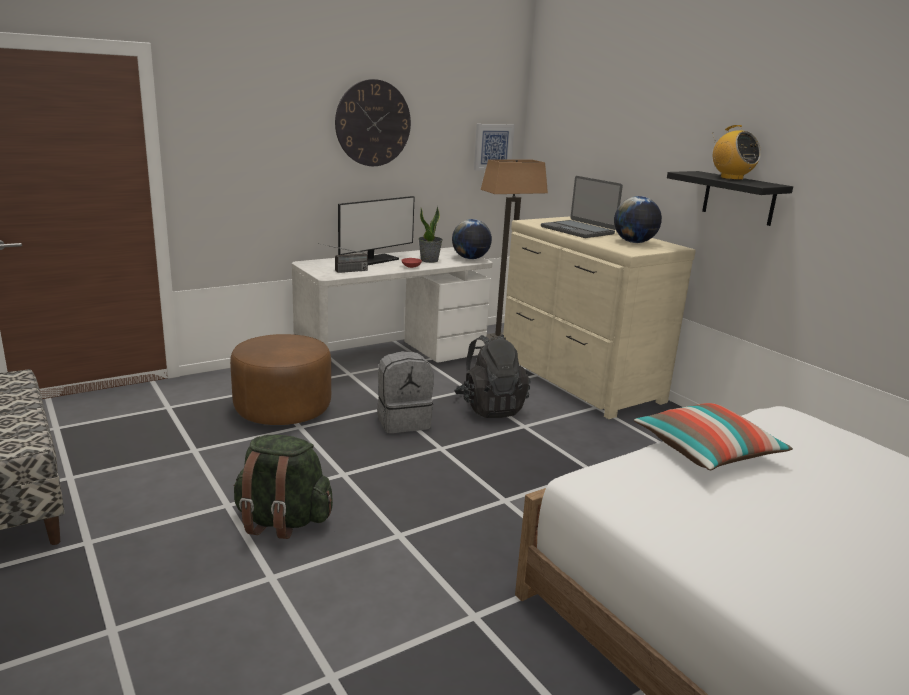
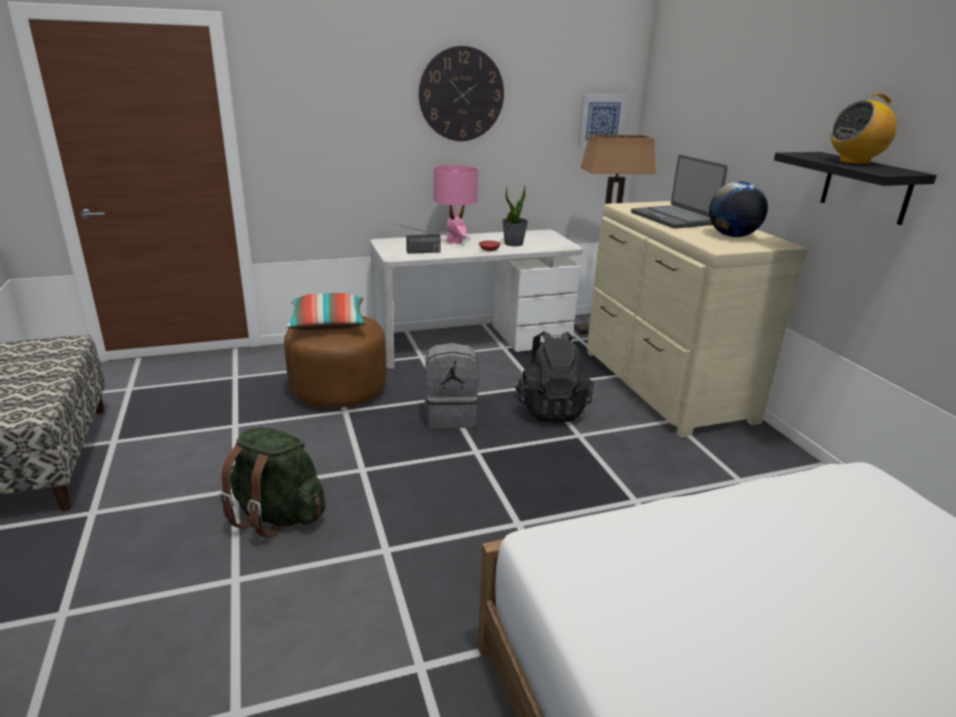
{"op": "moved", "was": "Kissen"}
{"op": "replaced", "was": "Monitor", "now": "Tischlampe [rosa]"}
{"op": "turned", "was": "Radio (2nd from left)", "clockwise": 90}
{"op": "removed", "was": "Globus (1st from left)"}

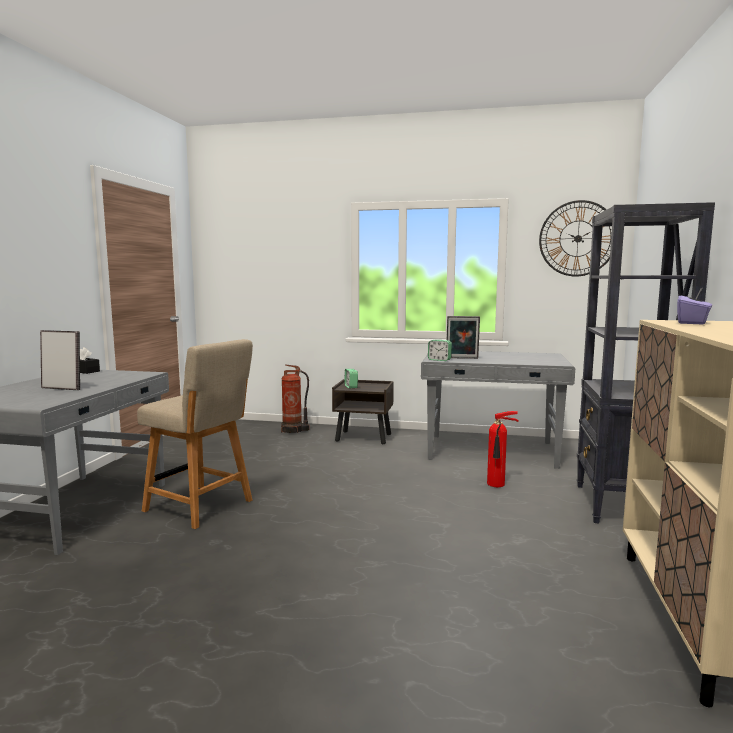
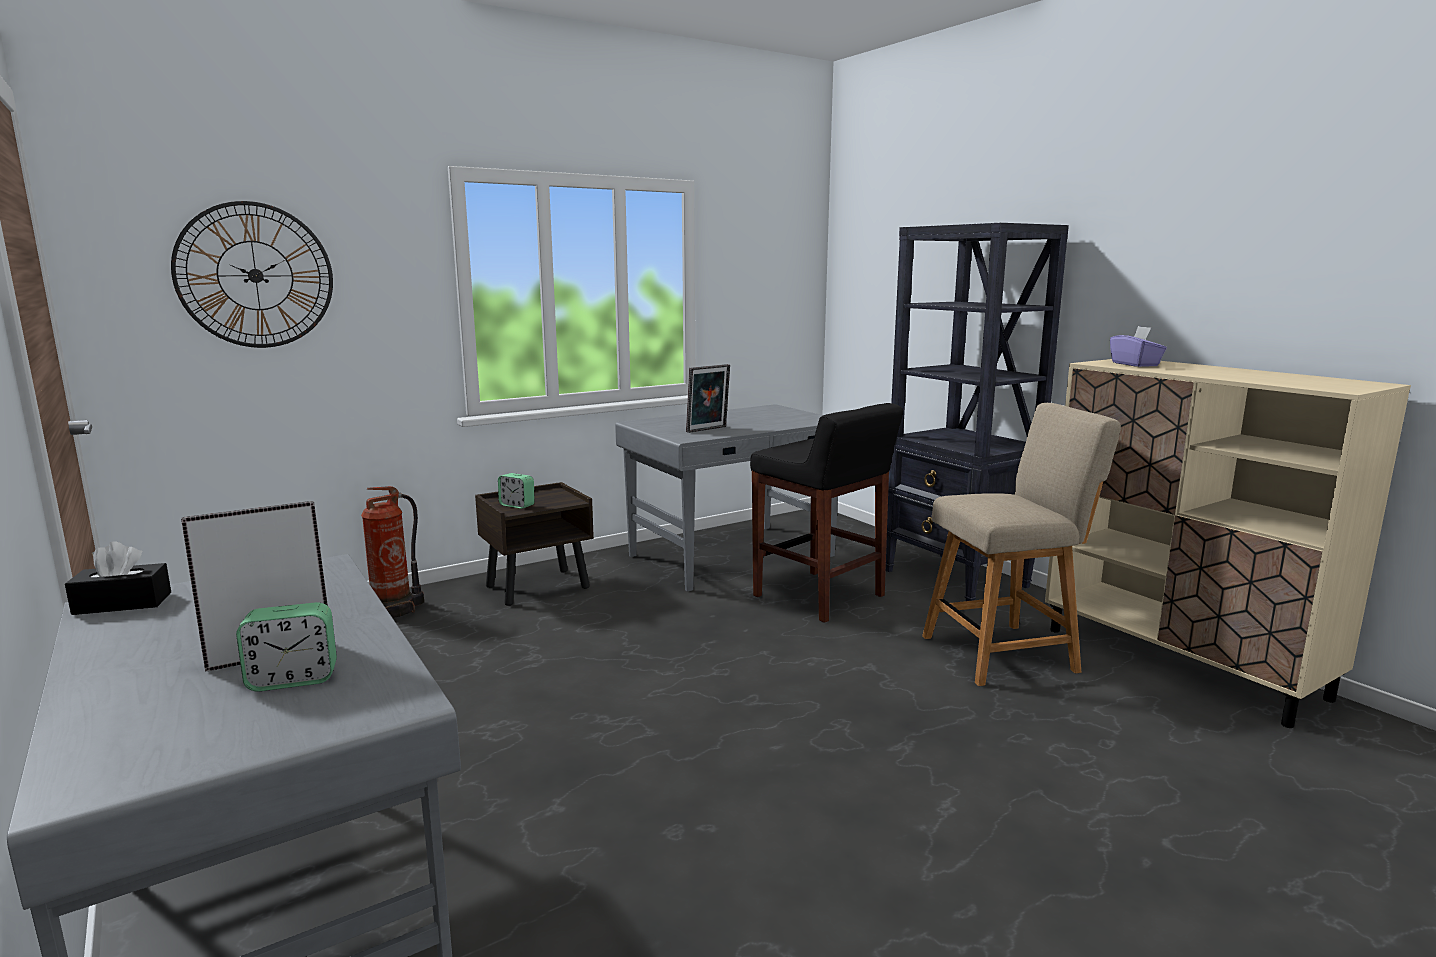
{"op": "moved", "was": "Wanduhr"}
{"op": "moved", "was": "Wecker (2nd from left in the first image)", "now": "Wecker (1st from left)"}
{"op": "replaced", "was": "Feuerlöscher (2nd from left)", "now": "Hocker [schwarz]"}
{"op": "moved", "was": "Stuhl [beige]"}

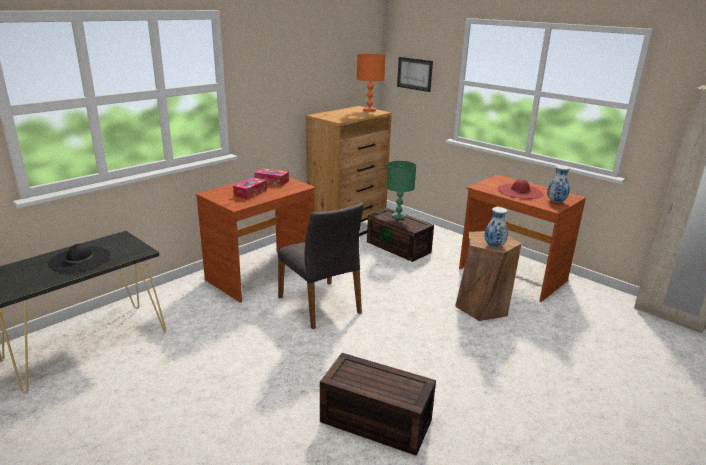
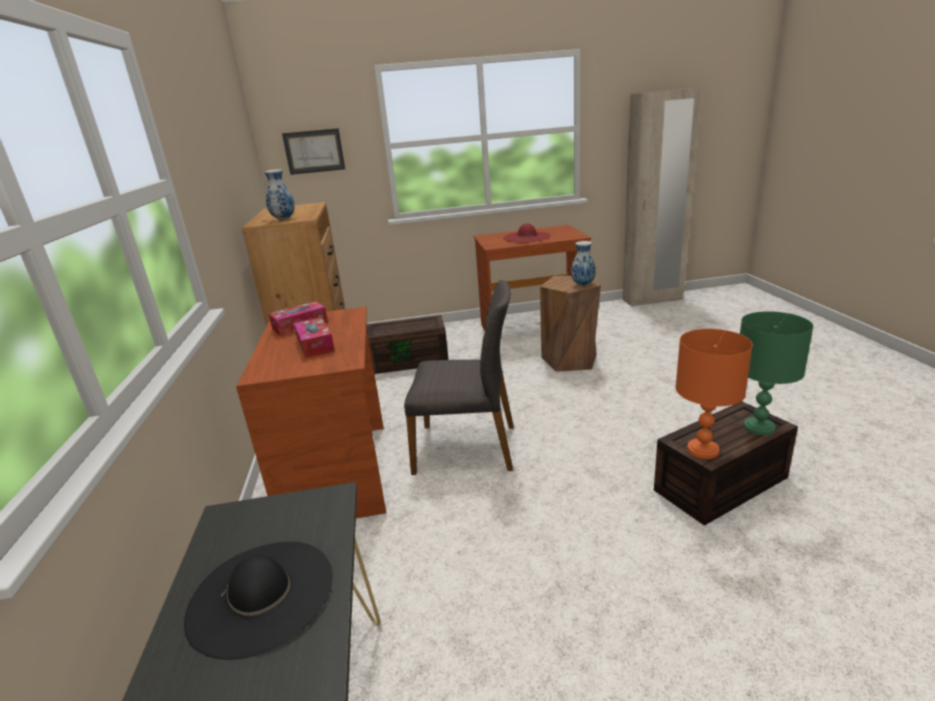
{"op": "moved", "was": "Vase (2nd from left in the first image)", "now": "Vase (1st from left)"}
{"op": "moved", "was": "Tischlampe [orange]"}
{"op": "moved", "was": "Tischlampe [grün]"}

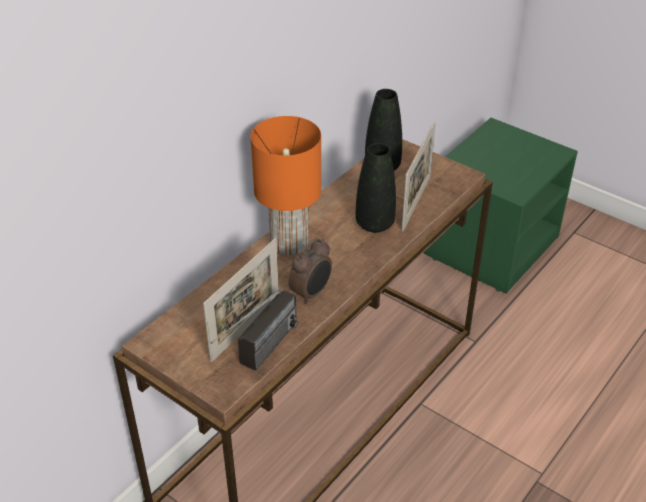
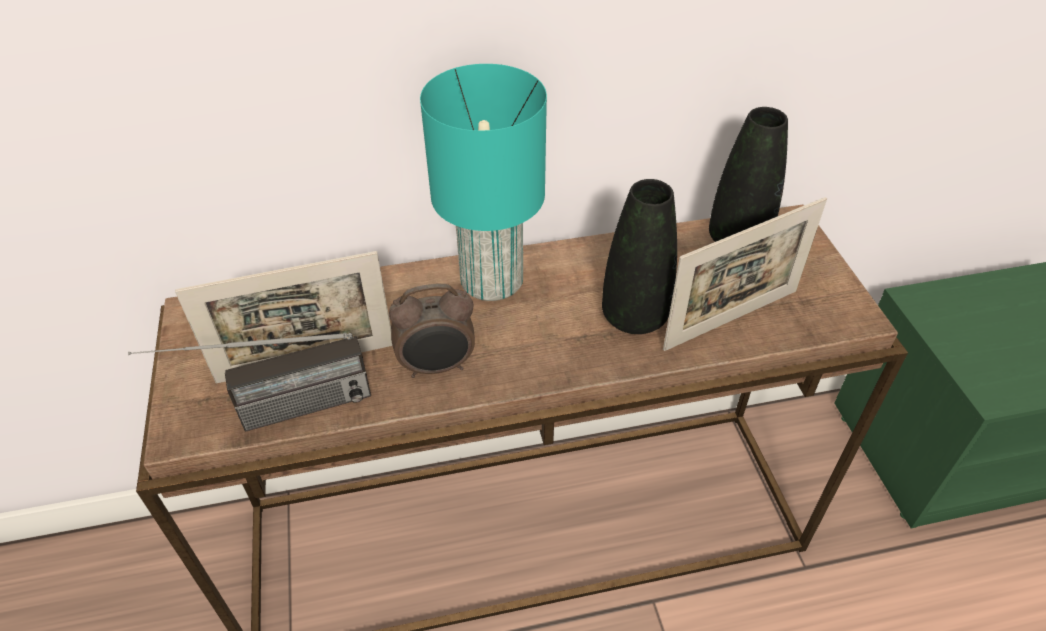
{"op": "recoloured", "was": "Tischlampe [orange]", "now": "Tischlampe [türkis]"}

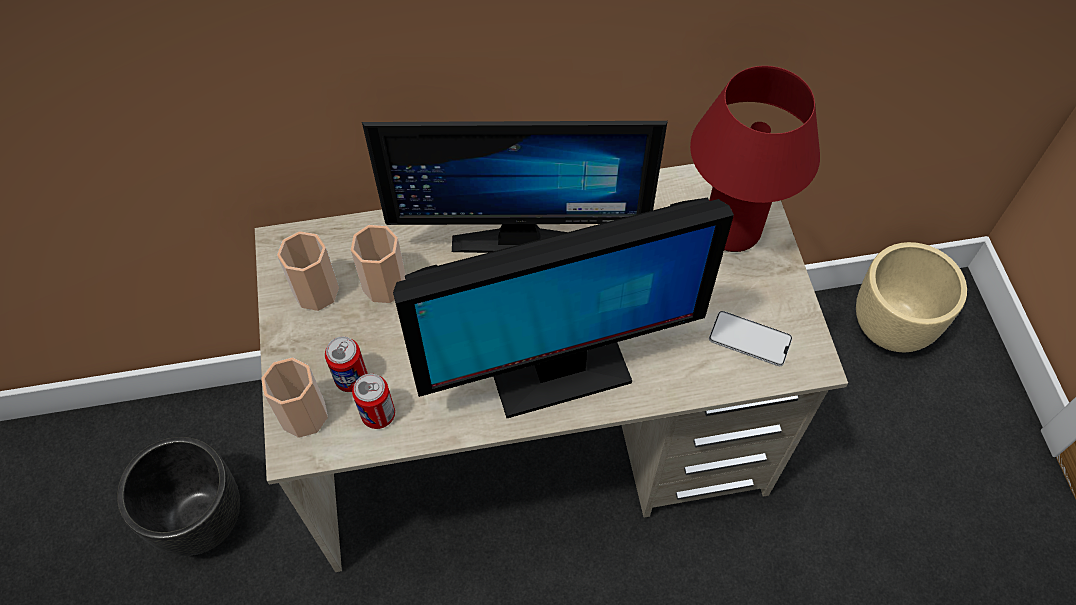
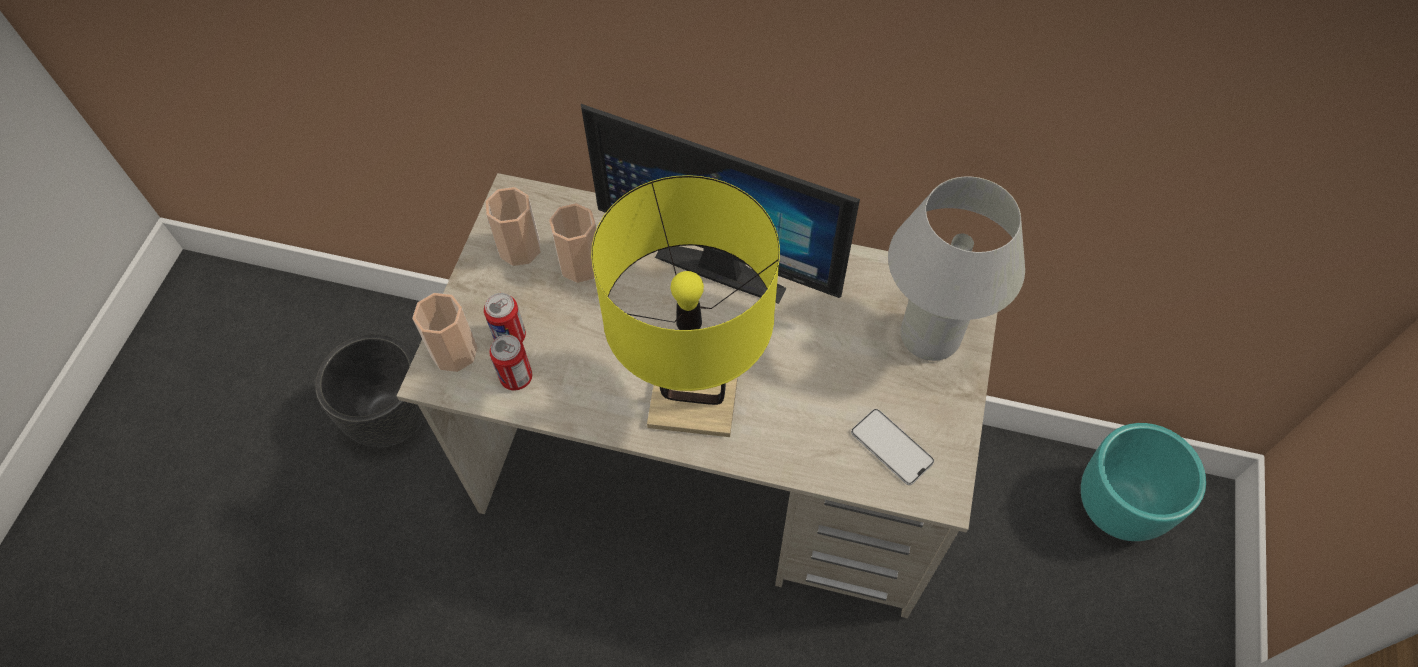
{"op": "replaced", "was": "Monitor (2nd from left)", "now": "Tischlampe [gelb]"}
{"op": "recoloured", "was": "Tischlampe [rot]", "now": "Tischlampe [weiß]"}
{"op": "recoloured", "was": "Pflanzkübel [beige]", "now": "Pflanzkübel [türkis]"}

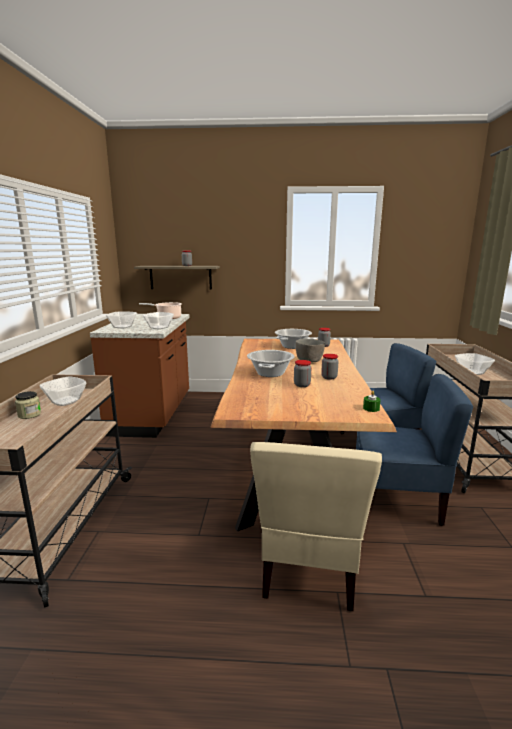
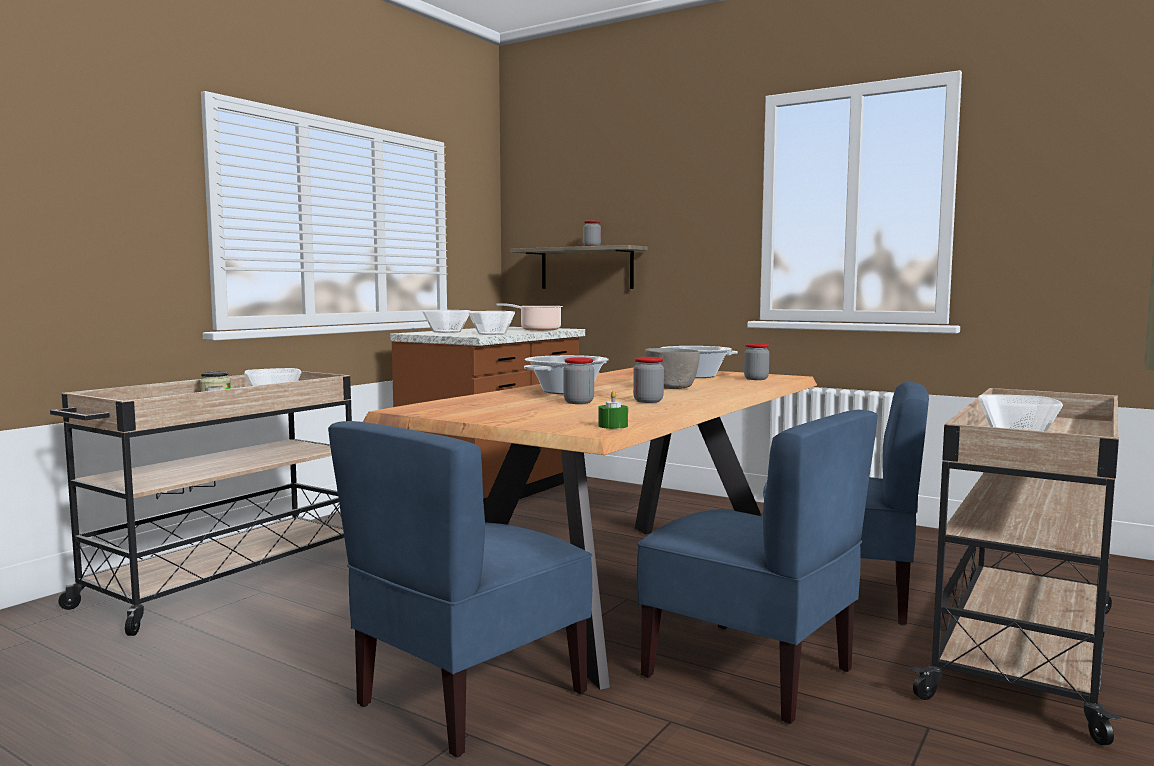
{"op": "recoloured", "was": "Stuhl [beige]", "now": "Stuhl [blau] (1st from left)"}

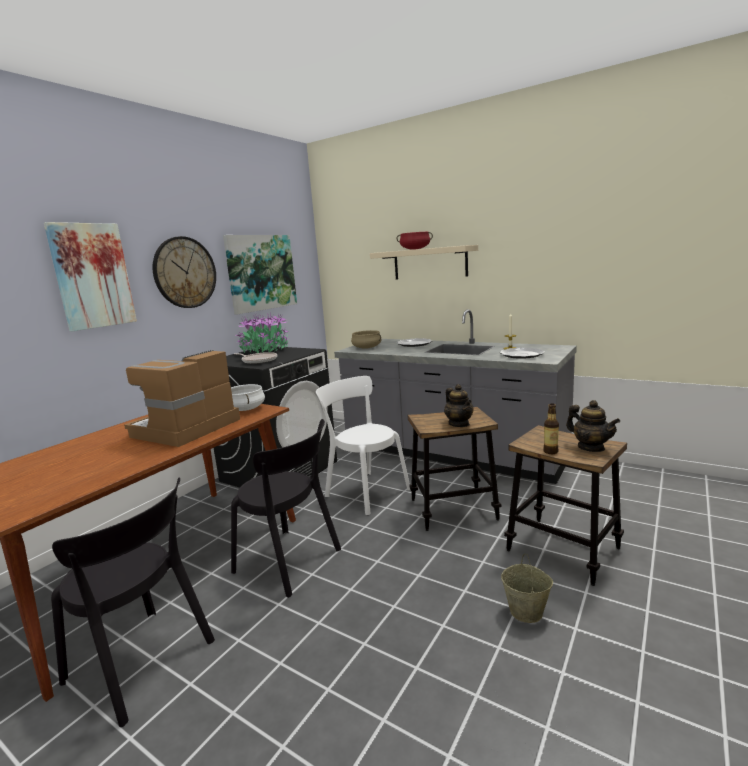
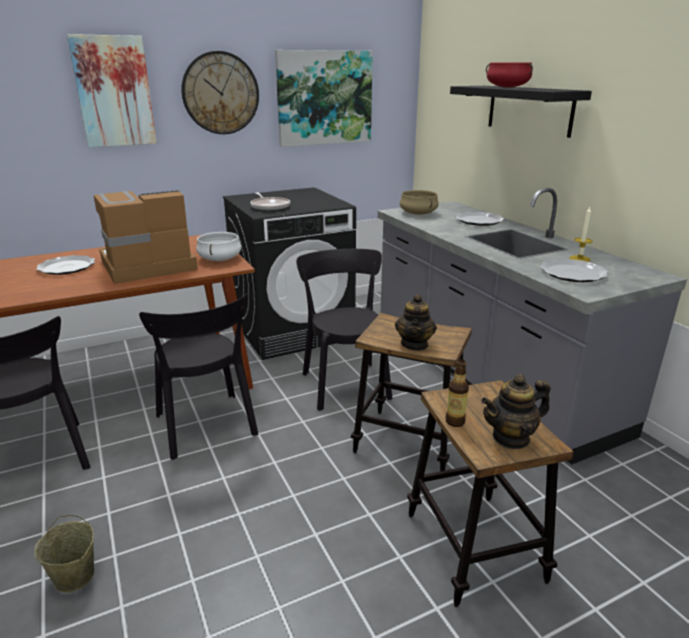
{"op": "moved", "was": "Eimer [beige]"}
{"op": "added", "now": "Teller (1st from left)"}
{"op": "recoloured", "was": "Stuhl [weiß]", "now": "Stuhl [schwarz] (3rd from left)"}
{"op": "recoloured", "was": "Wandregal [beige]", "now": "Wandregal [schwarz]"}
{"op": "turned", "was": "Teekanne (2nd from left)", "clockwise": 75}
{"op": "removed", "was": "Topfpflanze"}

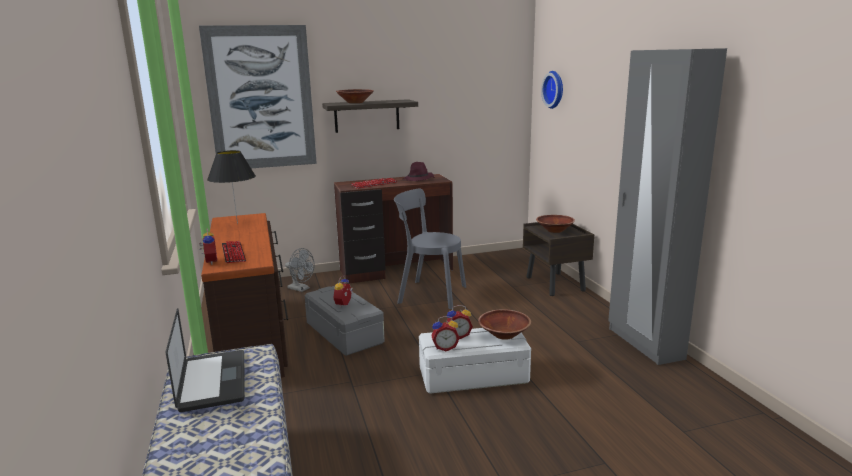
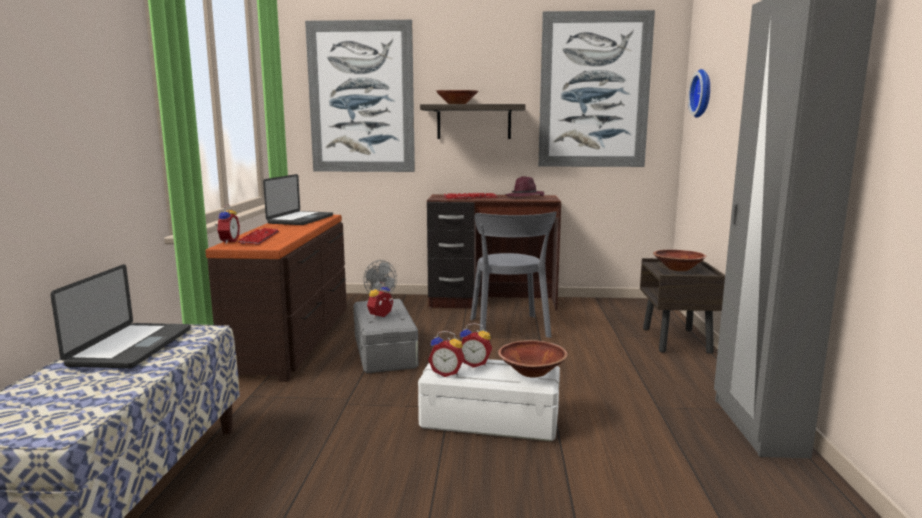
{"op": "replaced", "was": "Tischlampe [schwarz]", "now": "Laptop (2nd from left)"}
{"op": "turned", "was": "Stuhl [grau]", "clockwise": -135}
{"op": "added", "now": "Bild (2nd from left)"}

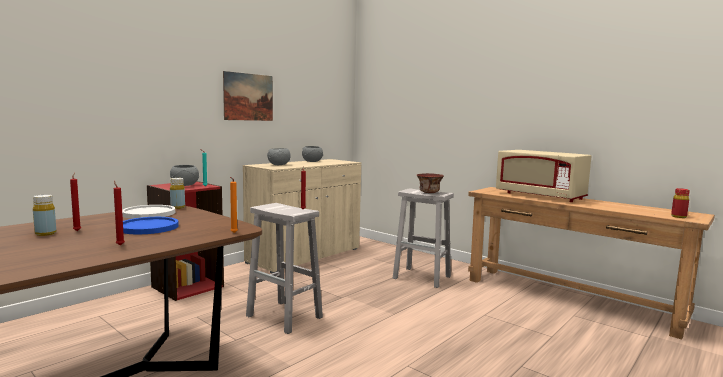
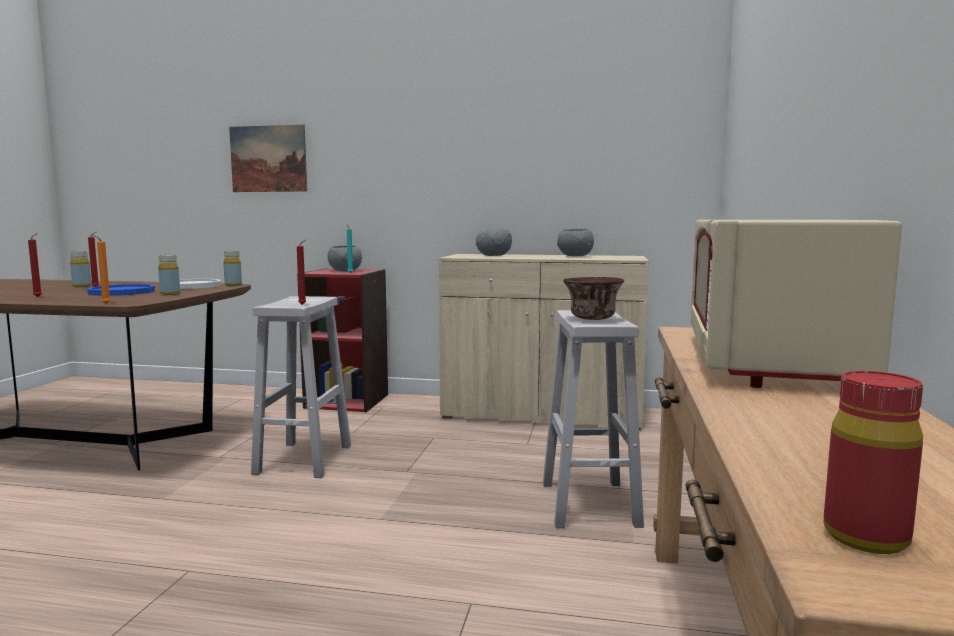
{"op": "added", "now": "Flasche [gelb] (2nd from left)"}
{"op": "moved", "was": "Bild"}

